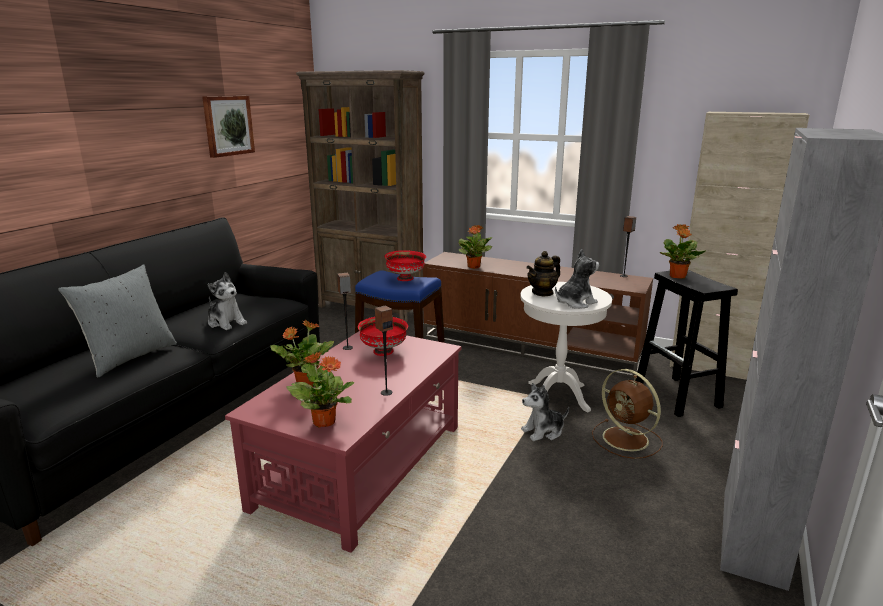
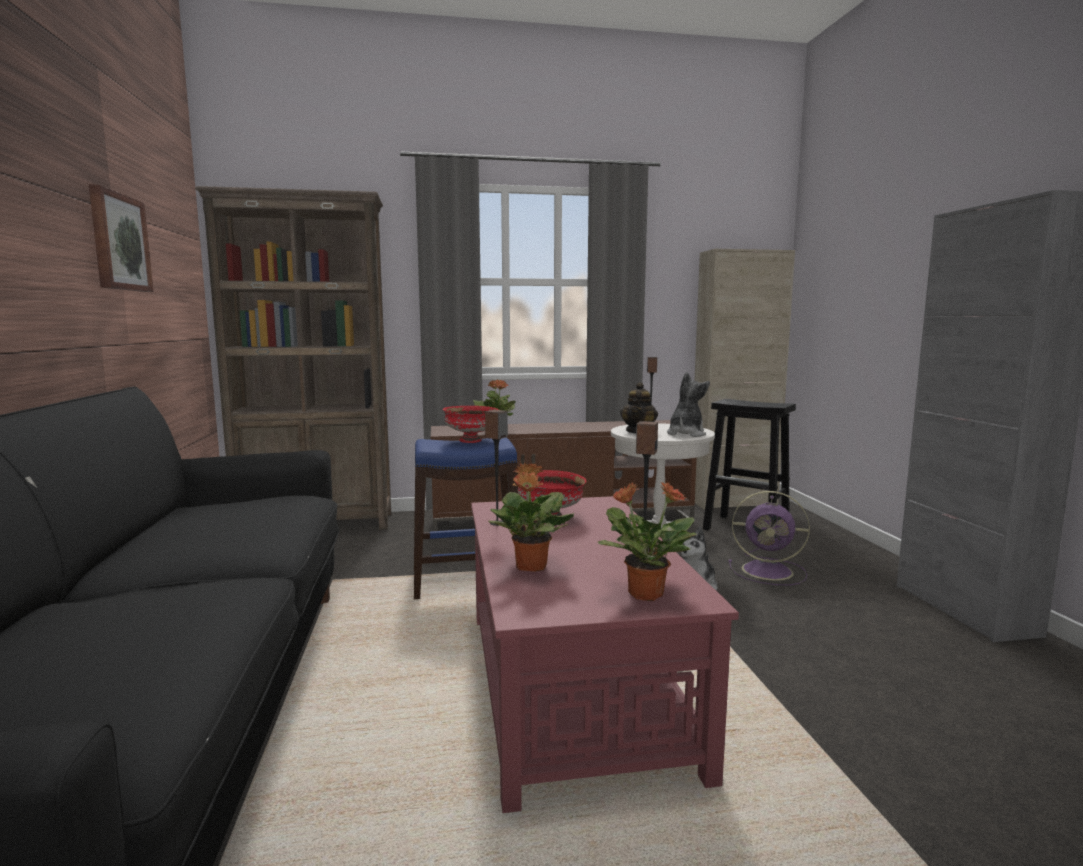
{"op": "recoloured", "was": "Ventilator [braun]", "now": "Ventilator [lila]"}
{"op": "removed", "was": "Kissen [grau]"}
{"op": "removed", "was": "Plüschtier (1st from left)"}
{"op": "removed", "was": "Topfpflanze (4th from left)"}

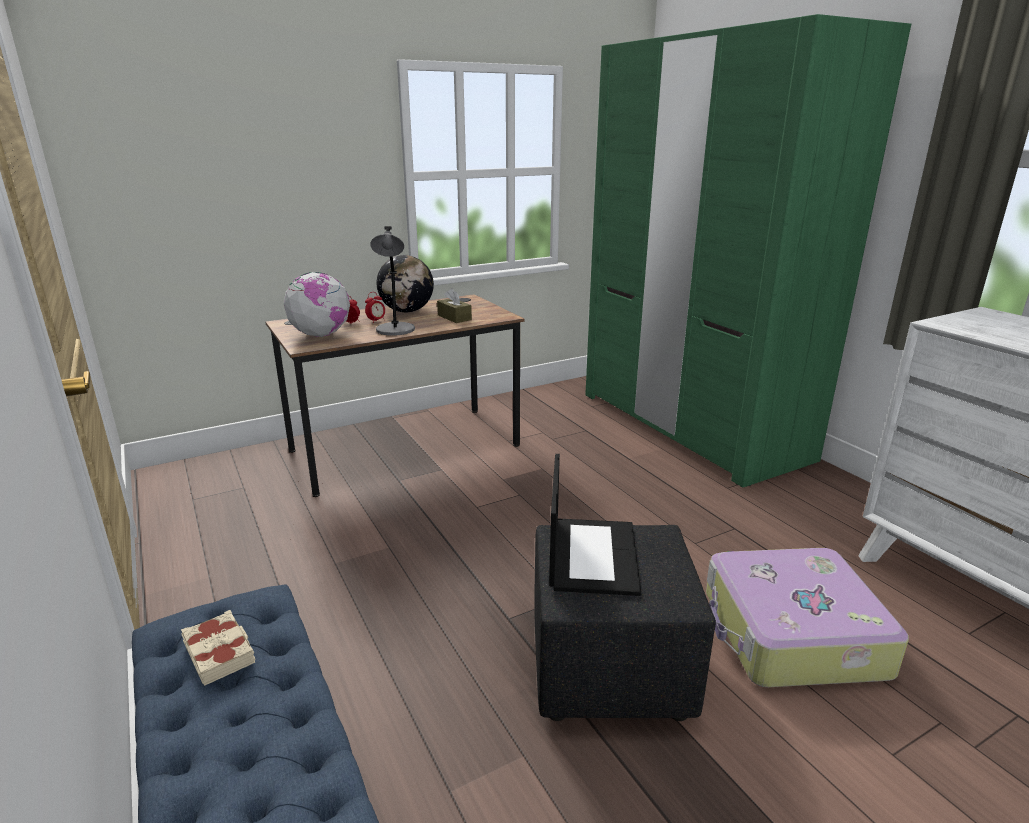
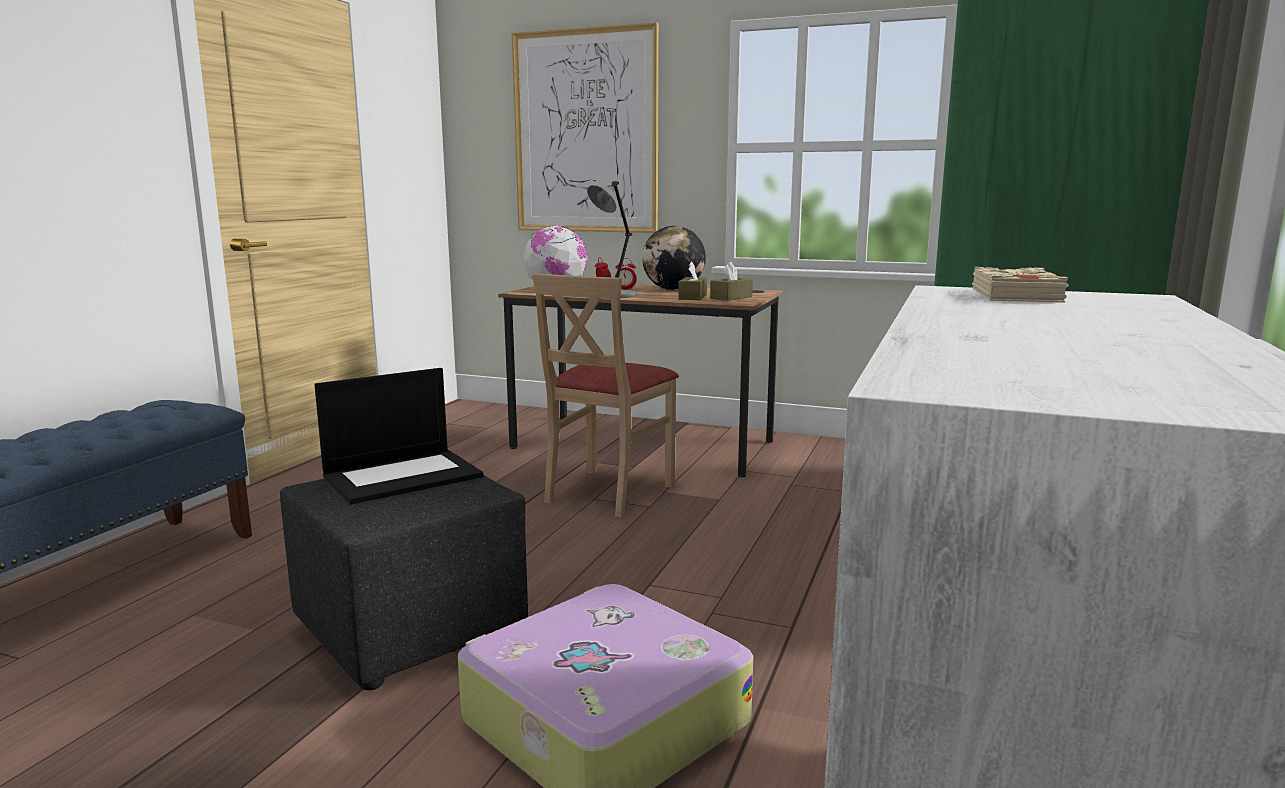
{"op": "added", "now": "Bild"}
{"op": "added", "now": "Stuhl [beige]"}
{"op": "added", "now": "Taschentuchbox [braun] (2nd from left)"}
{"op": "moved", "was": "Buch [beige]"}

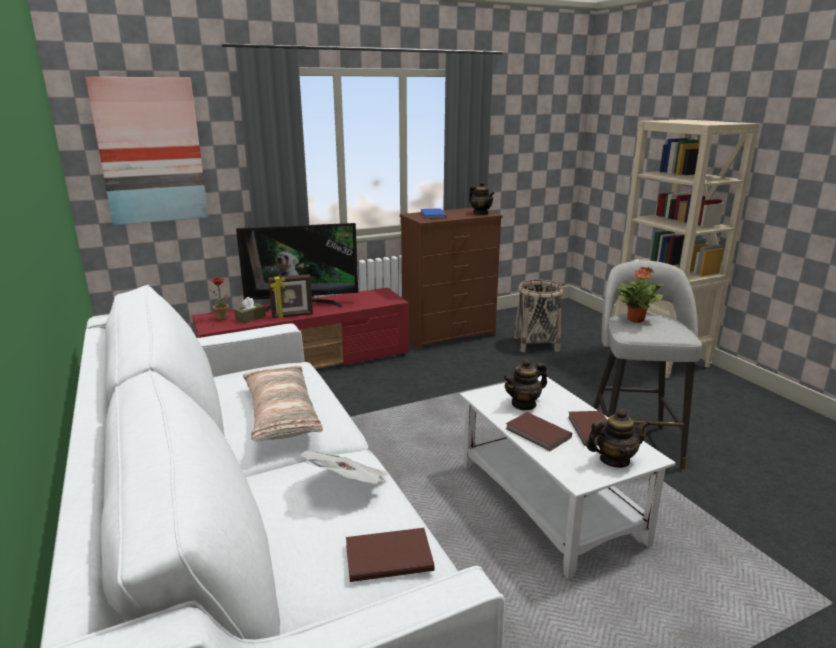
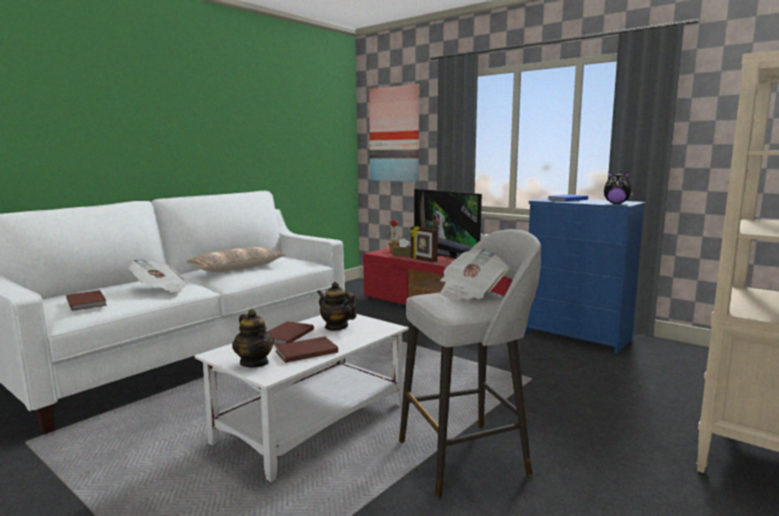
{"op": "replaced", "was": "Topfpflanze (2nd from left)", "now": "Zeitung (2nd from left)"}
{"op": "recoloured", "was": "Kommode [braun]", "now": "Kommode [blau]"}
{"op": "replaced", "was": "Teekanne (1st from left)", "now": "Plüschtier"}
{"op": "removed", "was": "Korb"}

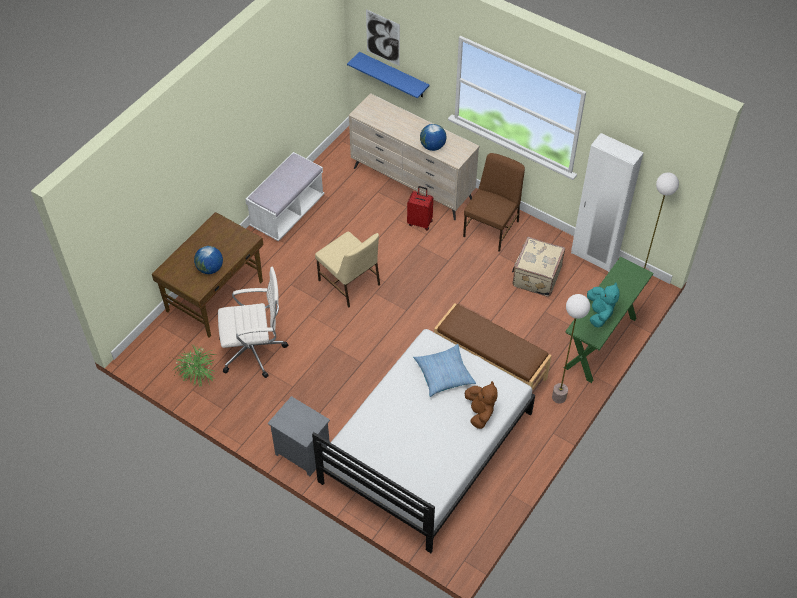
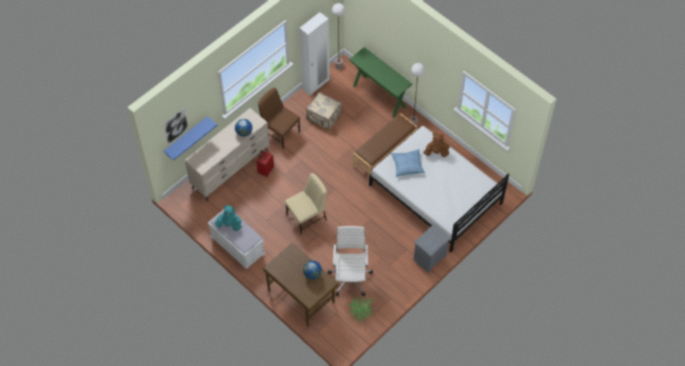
{"op": "moved", "was": "Plüschtier [türkis]"}

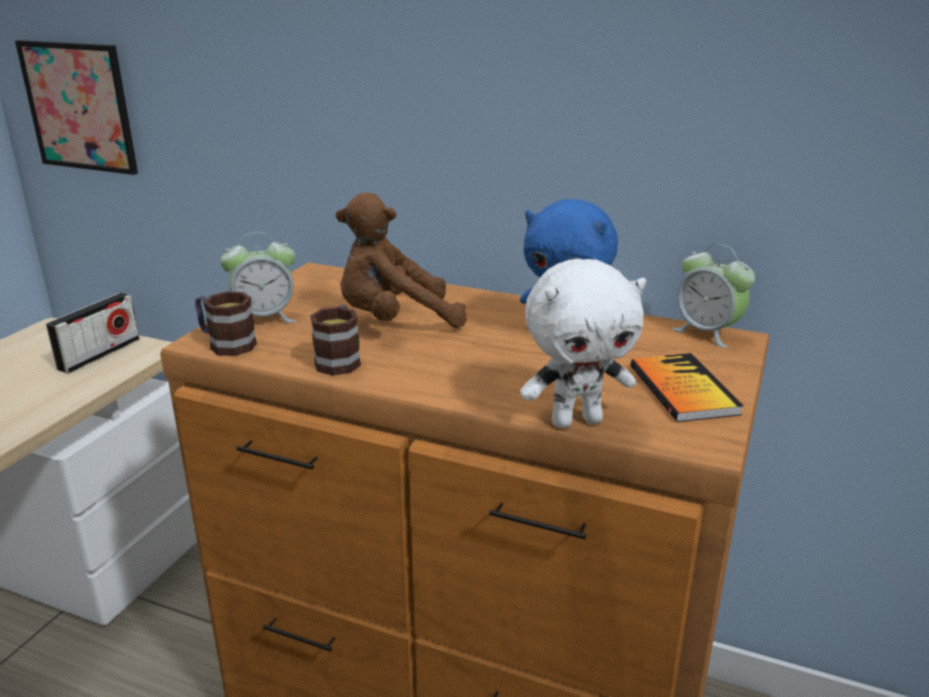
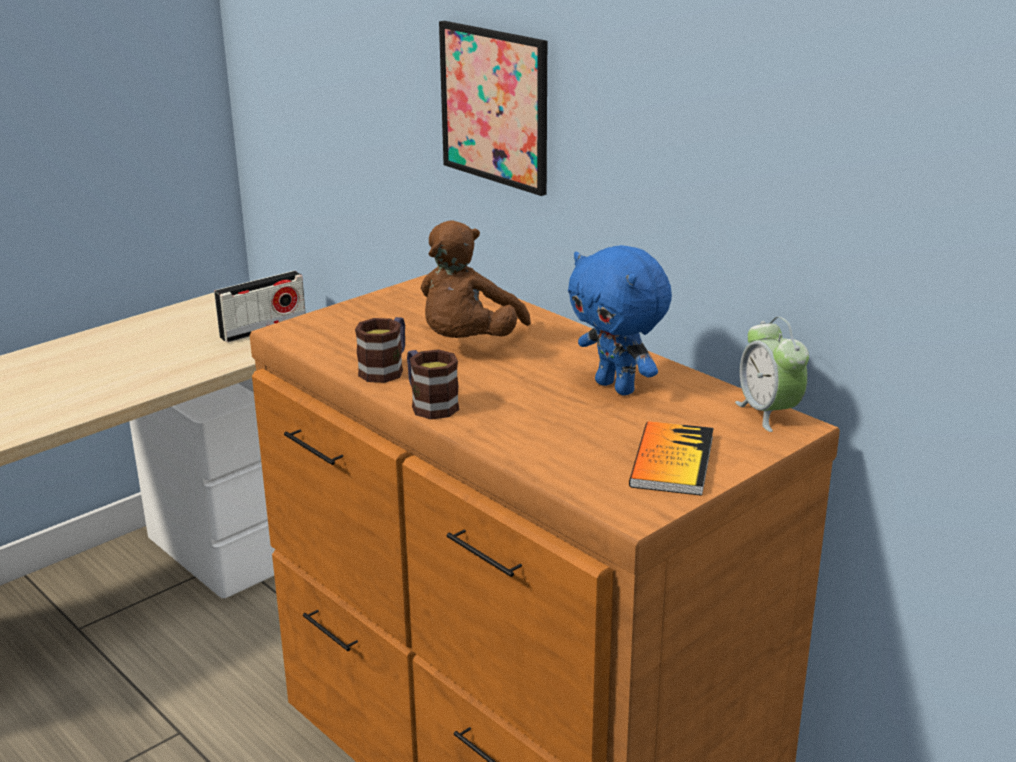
{"op": "moved", "was": "Henkelbecher (1st from left in the first image)", "now": "Henkelbecher (2nd from left)"}
{"op": "turned", "was": "Plüschtier [braun]", "clockwise": -75}
{"op": "moved", "was": "Bild"}
{"op": "removed", "was": "Wecker (1st from left)"}
{"op": "removed", "was": "Plüschtier [weiß]"}

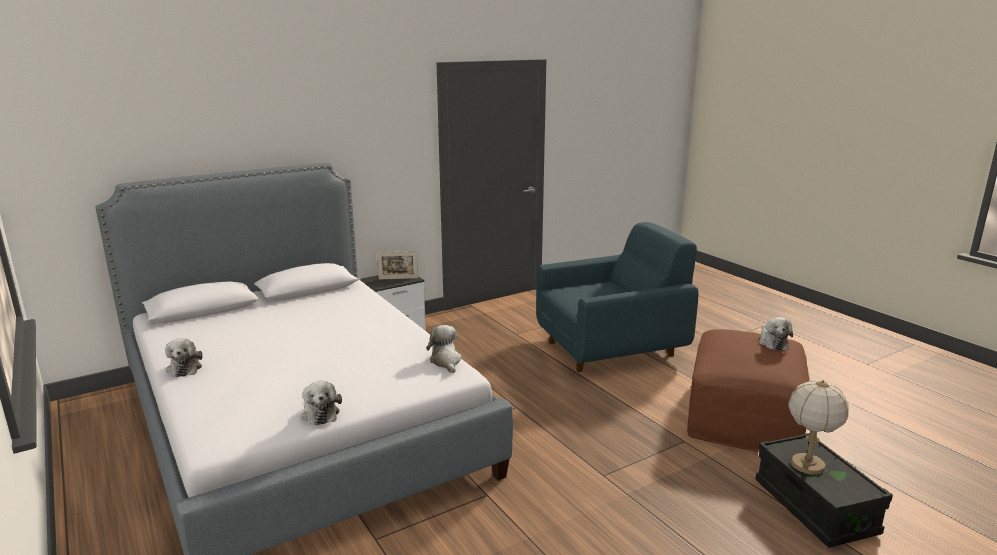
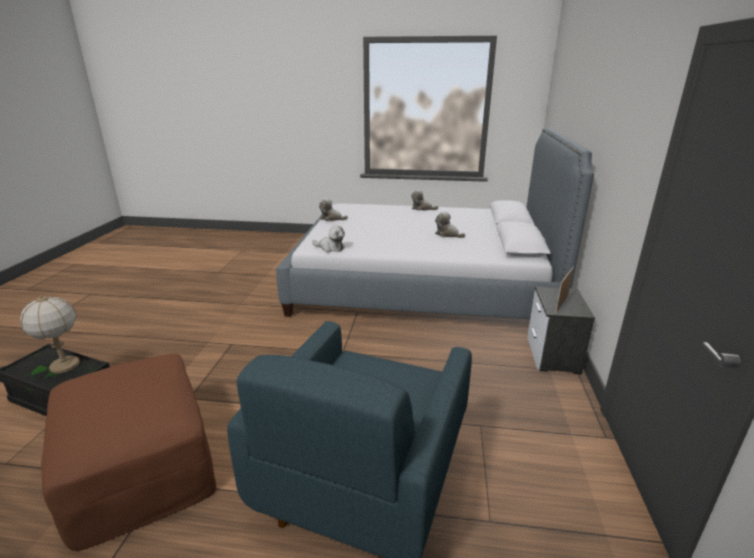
{"op": "moved", "was": "Plüschtier (4th from left)"}

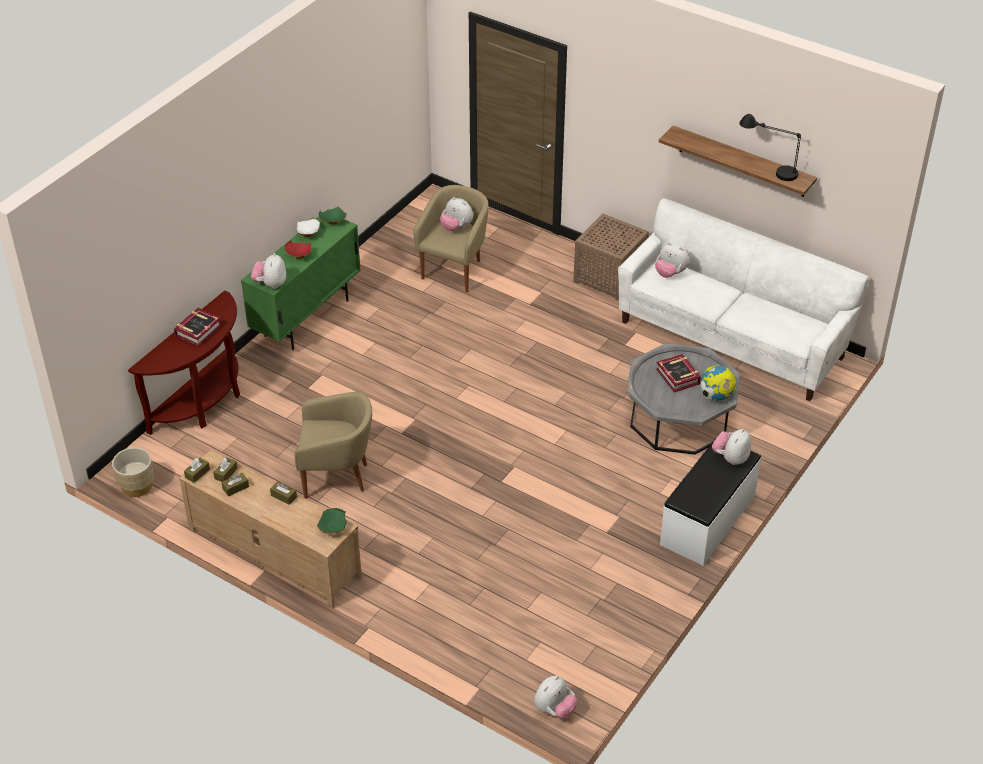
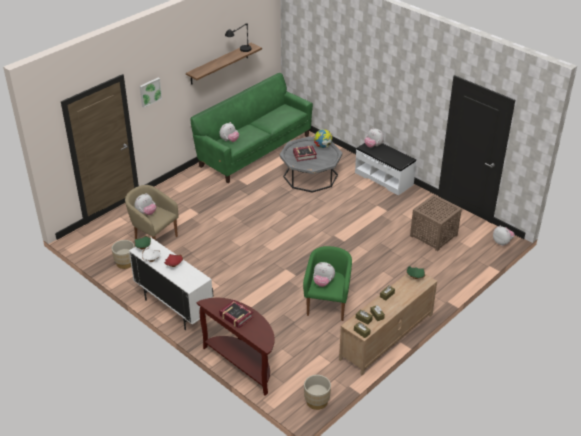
{"op": "added", "now": "Pflanzkübel [beige] (1st from left)"}
{"op": "recoloured", "was": "Schrank [grün]", "now": "Schrank [weiß]"}
{"op": "added", "now": "Bild"}
{"op": "recoloured", "was": "Sofa [weiß]", "now": "Sofa [grün]"}
{"op": "recoloured", "was": "Sessel [beige] (1st from left)", "now": "Sessel [grün]"}
{"op": "moved", "was": "Plüschtier (1st from left in the first image)", "now": "Plüschtier (3rd from left)"}
{"op": "moved", "was": "Beistelltisch [braun]"}

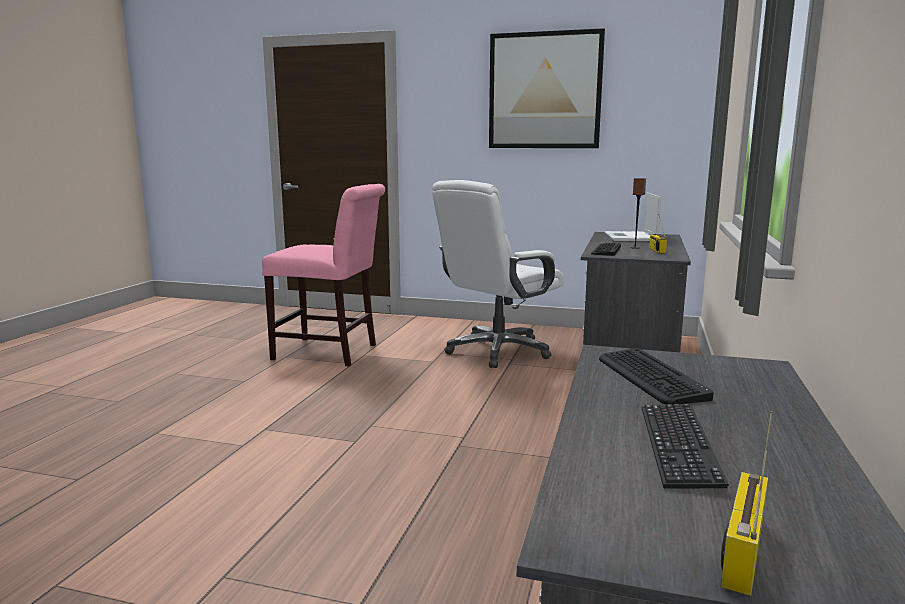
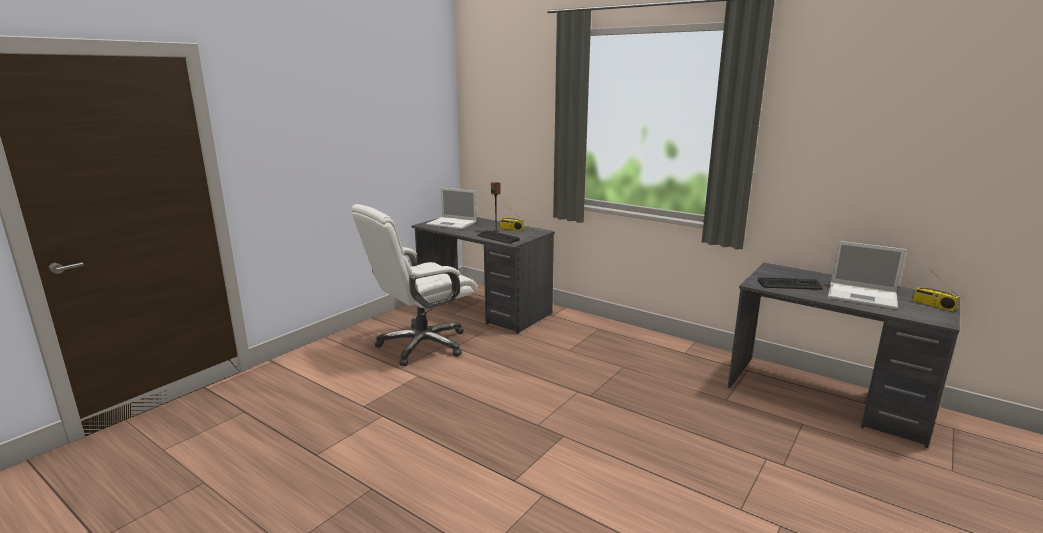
{"op": "turned", "was": "Bürostuhl [weiß]", "clockwise": 75}
{"op": "replaced", "was": "Tastatur (3rd from left)", "now": "Laptop (2nd from left)"}
{"op": "removed", "was": "Stuhl [rosa]"}
{"op": "removed", "was": "Bild"}

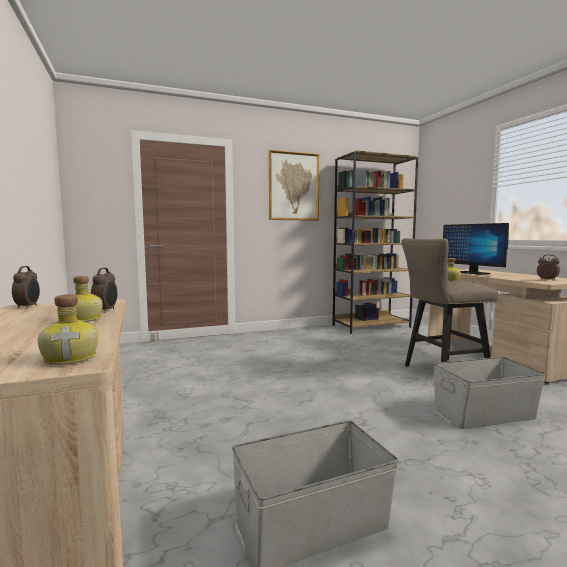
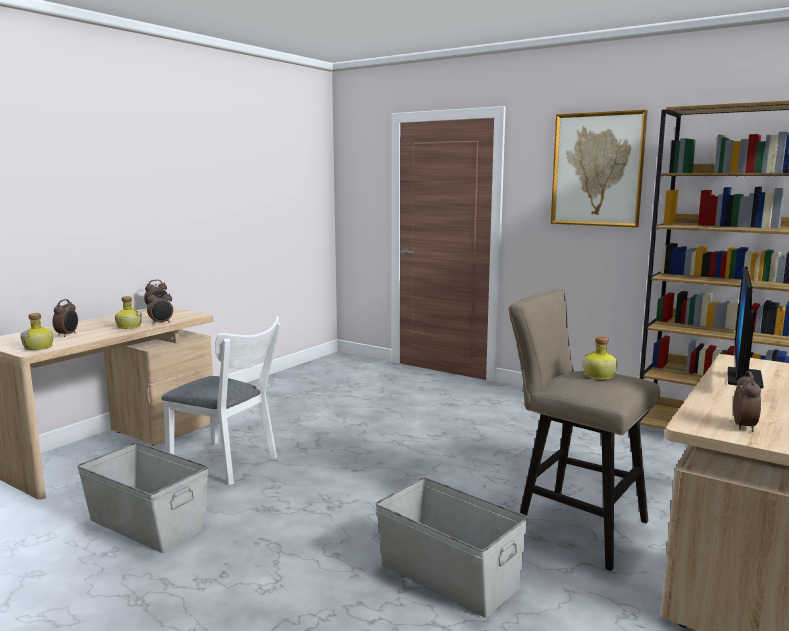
{"op": "added", "now": "Wecker (1st from left)"}
{"op": "added", "now": "Stuhl [weiß]"}

